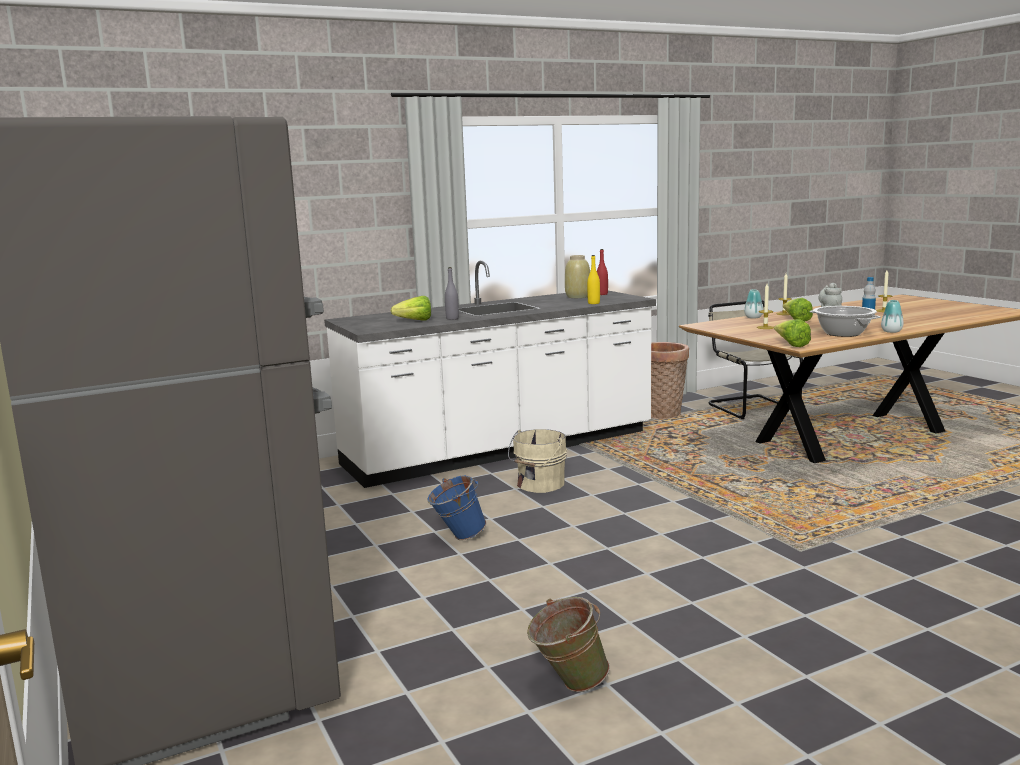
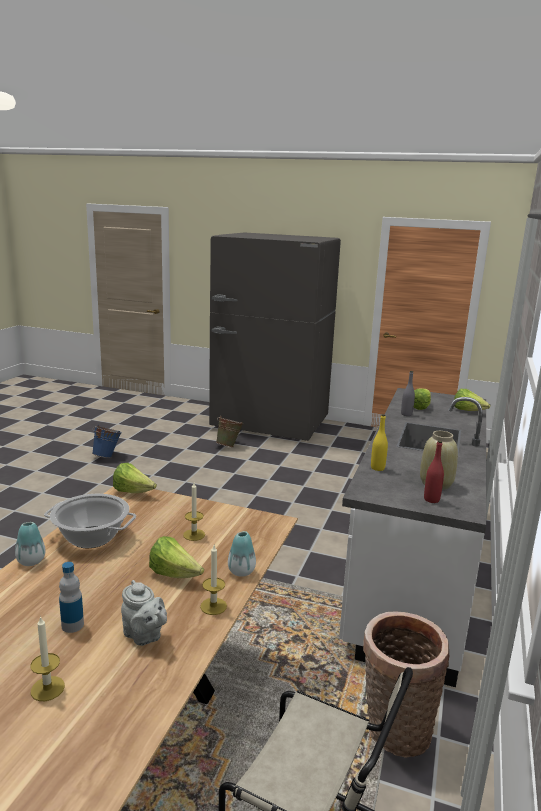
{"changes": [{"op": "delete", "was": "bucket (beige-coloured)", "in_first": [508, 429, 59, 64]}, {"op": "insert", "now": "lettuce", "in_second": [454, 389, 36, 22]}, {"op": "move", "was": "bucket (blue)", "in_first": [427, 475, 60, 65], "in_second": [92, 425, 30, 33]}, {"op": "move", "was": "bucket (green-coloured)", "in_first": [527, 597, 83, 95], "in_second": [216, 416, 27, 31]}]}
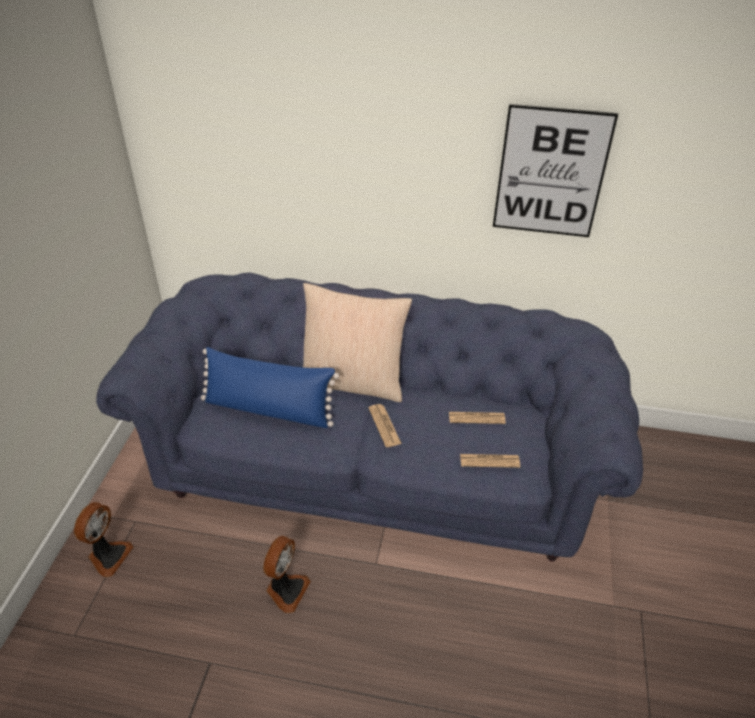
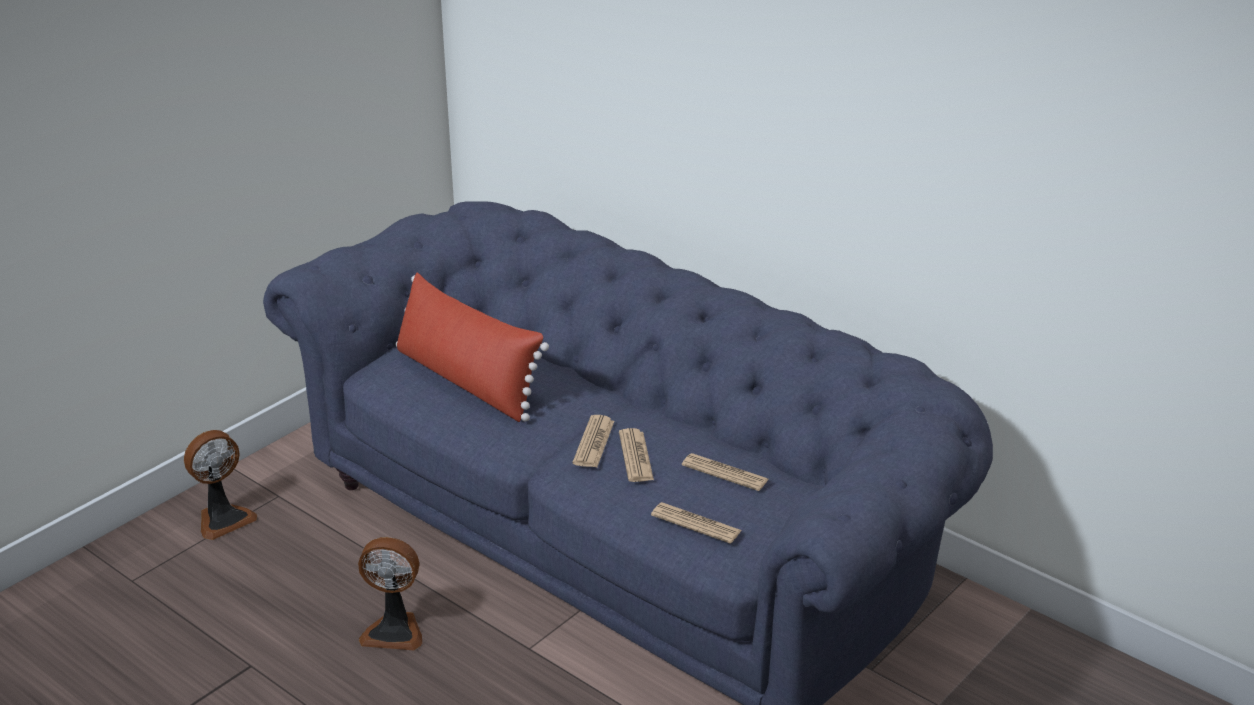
{"changes": [{"op": "delete", "was": "cushion (beige-coloured)", "in_first": [303, 283, 109, 119]}, {"op": "delete", "was": "wall picture", "in_first": [493, 104, 125, 133]}, {"op": "insert", "now": "daily paper", "in_second": [619, 428, 35, 54]}, {"op": "recolor", "was": "cushion (blue)", "now": "cushion (red-coloured)", "in_first": [201, 347, 138, 81], "in_second": [395, 273, 154, 149]}, {"op": "rotate", "was": "fan", "in_first": [263, 536, 48, 77], "in_second": [358, 537, 64, 113], "clockwise": 45}]}
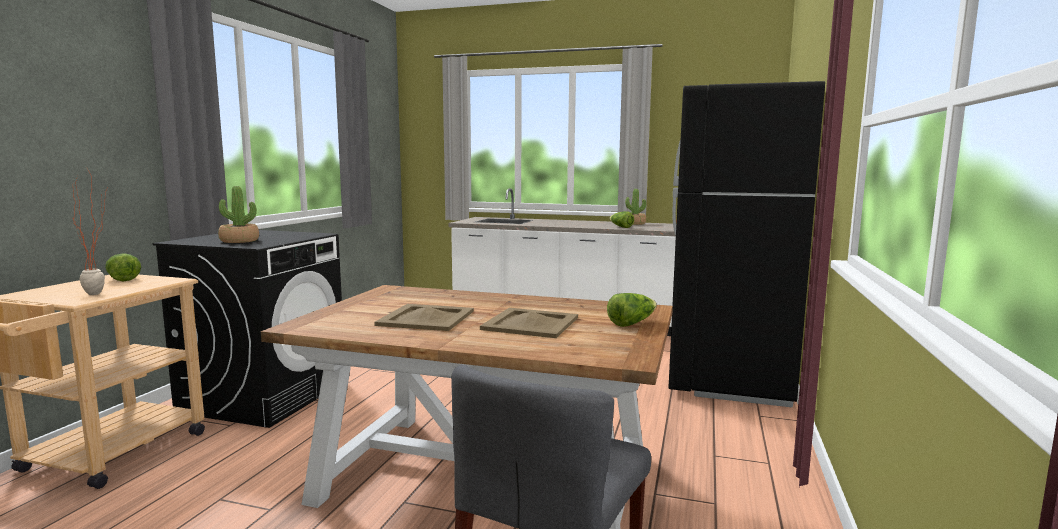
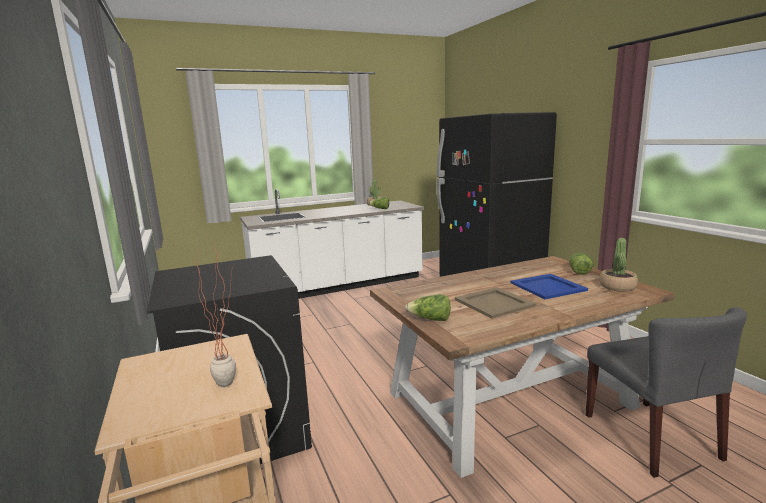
{"changes": [{"op": "move", "was": "lettuce", "in_first": [105, 253, 36, 28], "in_second": [405, 295, 46, 26]}, {"op": "move", "was": "houseplant", "in_first": [218, 186, 41, 57], "in_second": [600, 238, 38, 54]}, {"op": "recolor", "was": "serving tray (beige-coloured)", "now": "serving tray (blue)", "in_first": [480, 308, 98, 30], "in_second": [510, 274, 78, 25]}]}
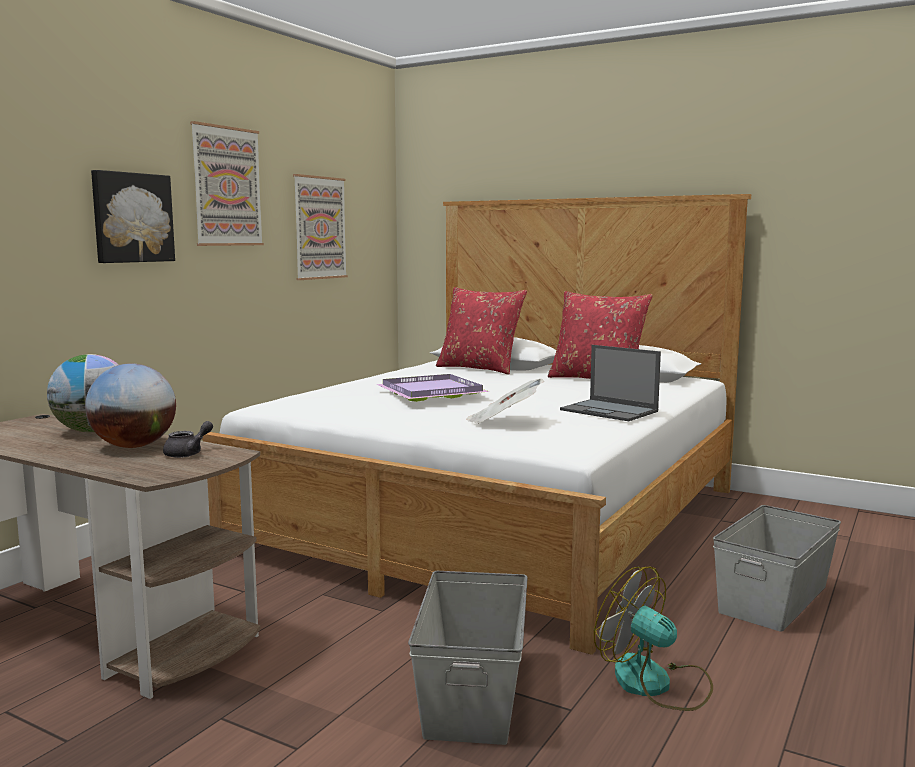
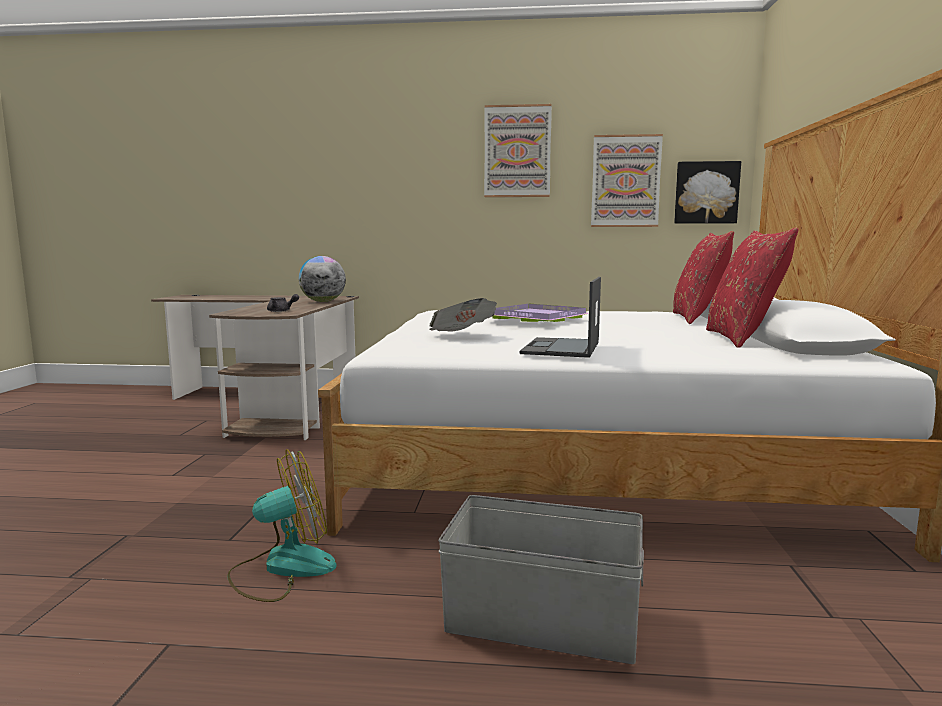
{"changes": [{"op": "delete", "was": "globe", "in_first": [85, 364, 91, 84]}, {"op": "delete", "was": "storage box (greyish)", "in_first": [408, 571, 119, 174]}, {"op": "move", "was": "wall picture", "in_first": [91, 170, 84, 93], "in_second": [674, 161, 67, 63]}, {"op": "rotate", "was": "fan", "in_first": [594, 566, 119, 145], "in_second": [227, 449, 109, 153], "clockwise": 45}]}
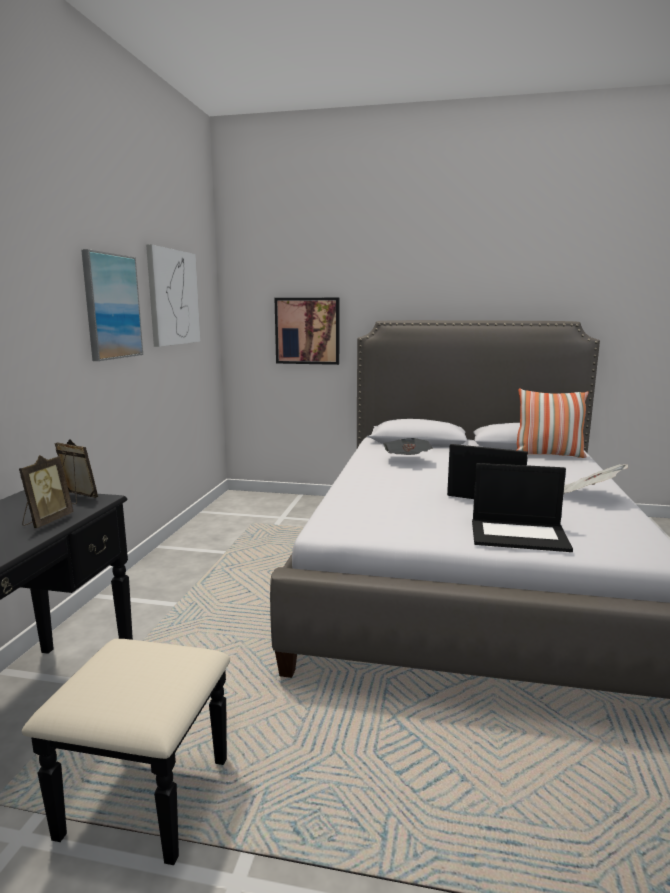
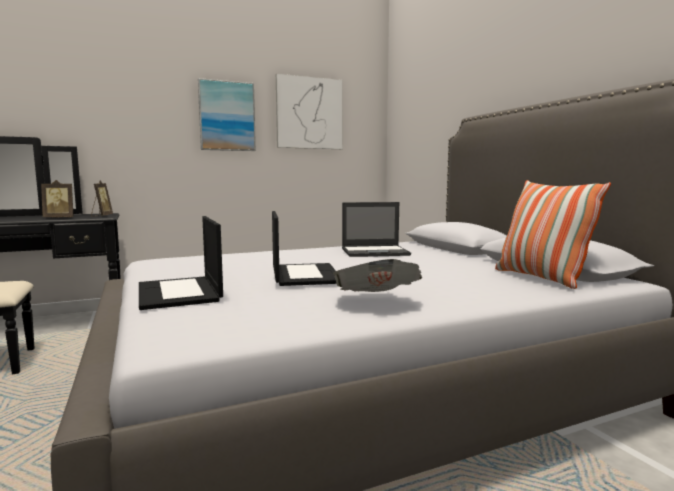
{"changes": [{"op": "delete", "was": "wall picture", "in_first": [275, 298, 64, 67]}, {"op": "replace", "was": "daily paper", "now": "notebook computer", "in_first": [383, 438, 50, 17], "in_second": [342, 202, 69, 55]}]}
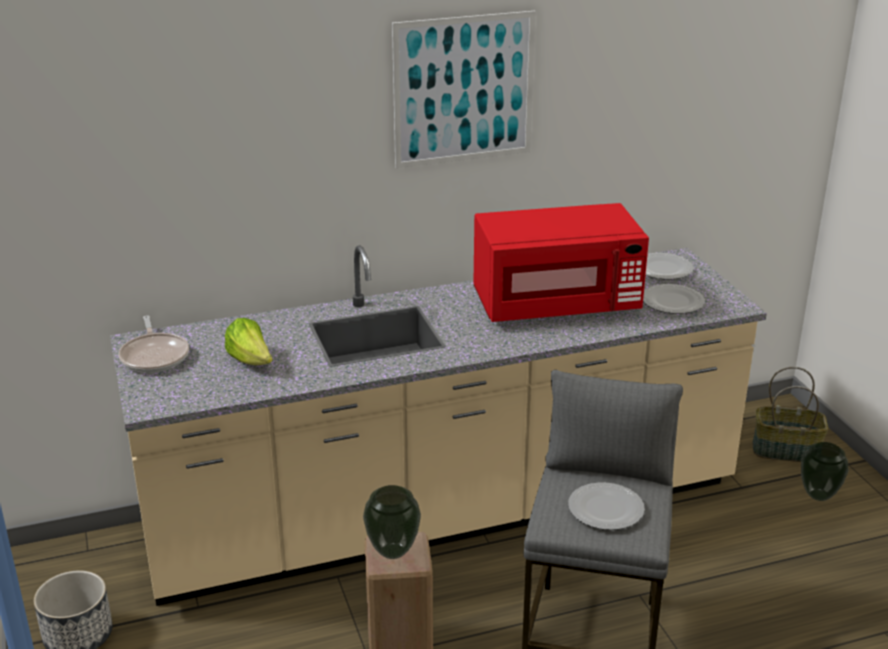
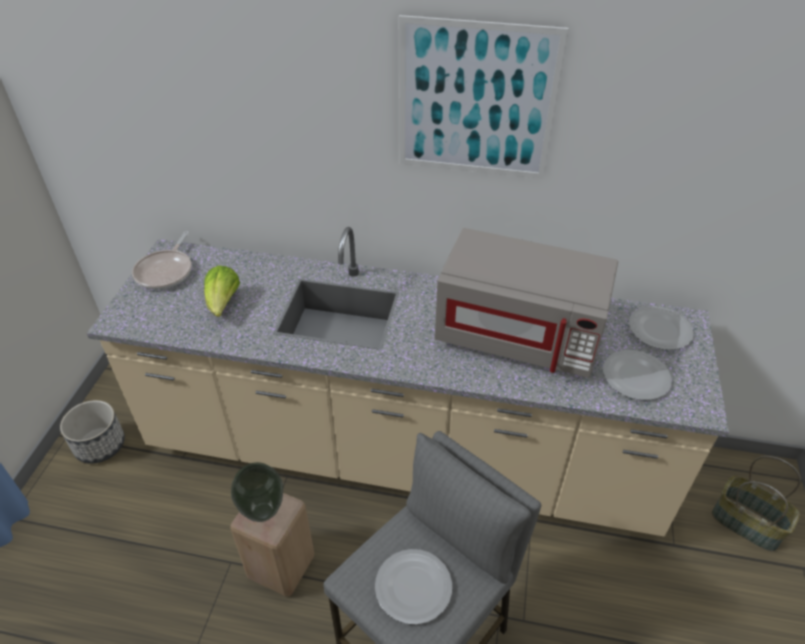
{"changes": [{"op": "delete", "was": "decorative vase", "in_first": [801, 442, 47, 59]}, {"op": "recolor", "was": "microwave (red-coloured)", "now": "microwave (greyish)", "in_first": [473, 203, 176, 119], "in_second": [435, 228, 183, 150]}]}
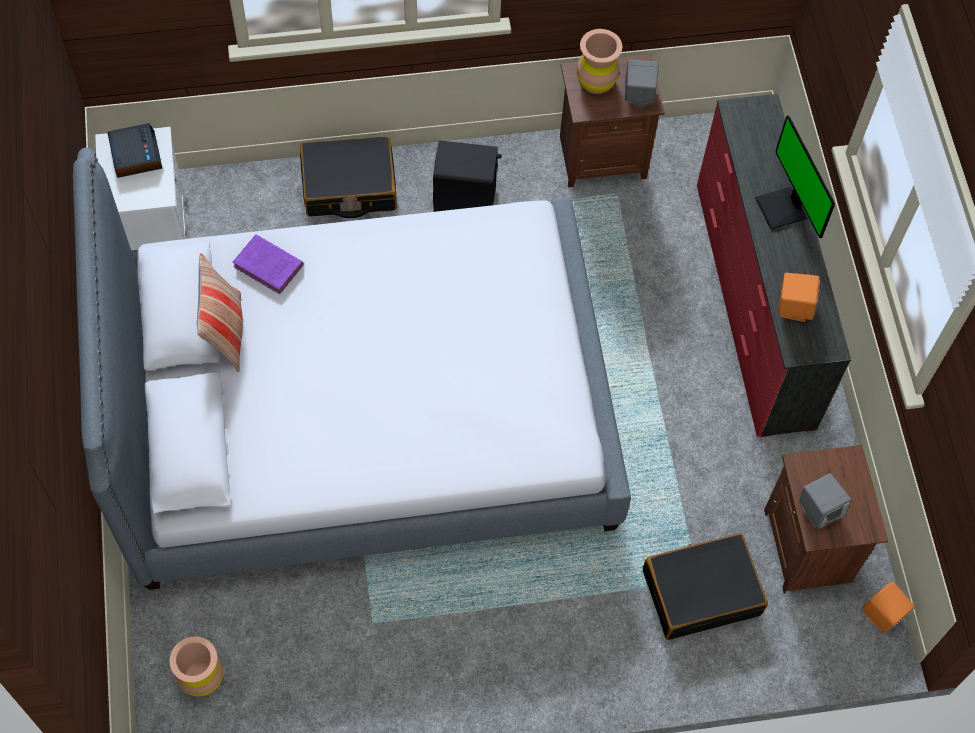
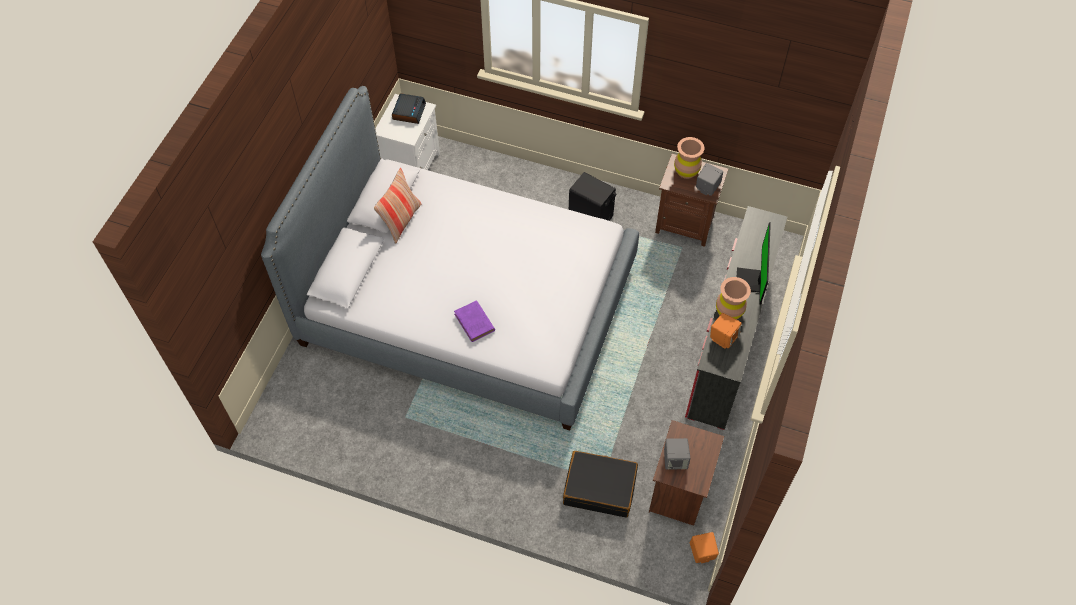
{"changes": [{"op": "delete", "was": "piece of luggage (black-coloured)", "in_first": [300, 136, 97, 82]}, {"op": "move", "was": "decorative vase (brown-coloured)", "in_first": [170, 637, 54, 60], "in_second": [716, 277, 35, 43]}, {"op": "move", "was": "bound book (purple-coloured)", "in_first": [232, 234, 71, 60], "in_second": [454, 301, 41, 41]}]}
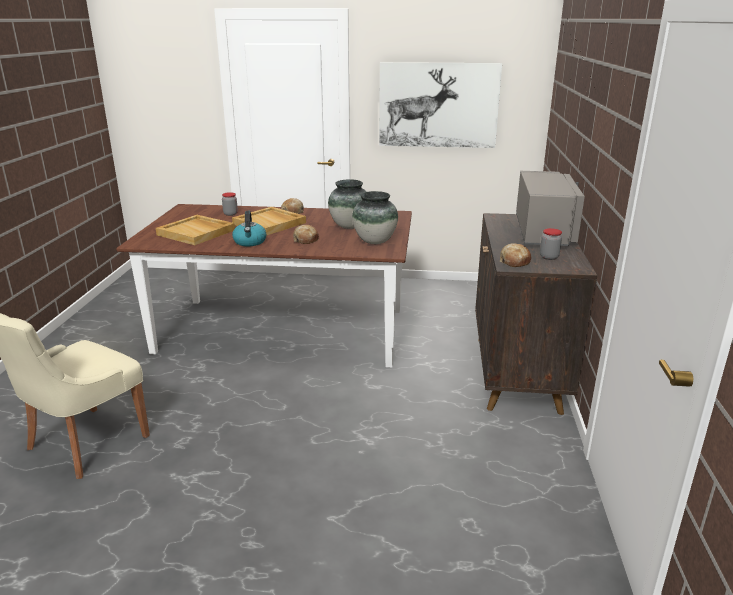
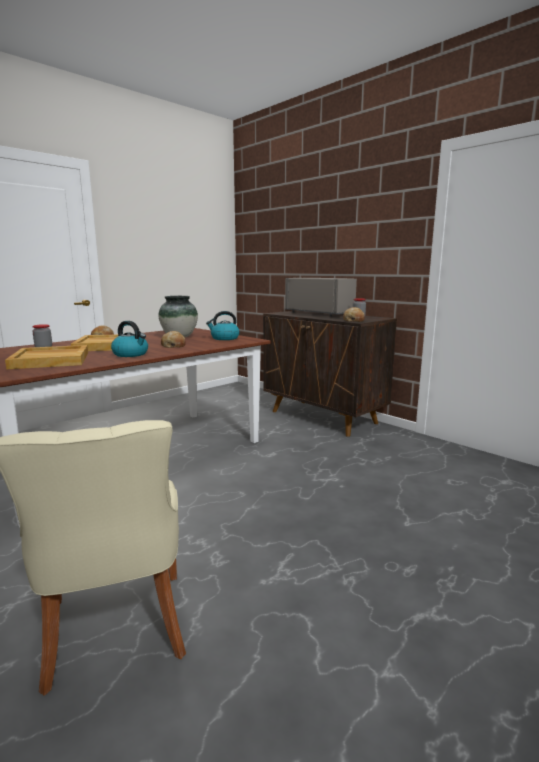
{"changes": [{"op": "delete", "was": "wall picture", "in_first": [379, 62, 123, 86]}, {"op": "replace", "was": "decorative vase", "now": "water kettle", "in_first": [352, 191, 46, 53], "in_second": [206, 311, 34, 29]}]}
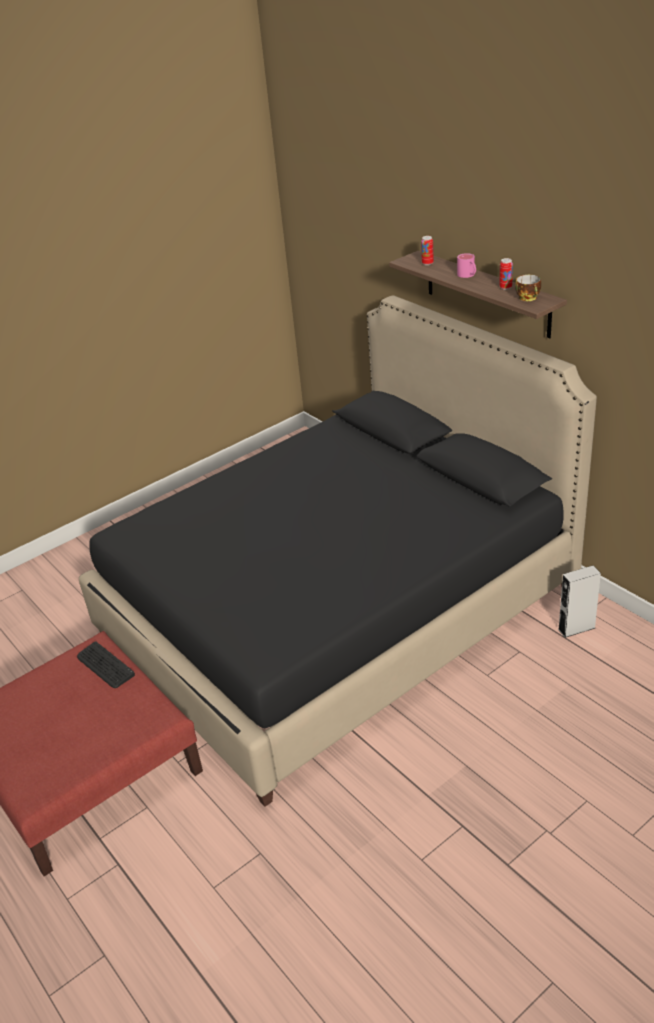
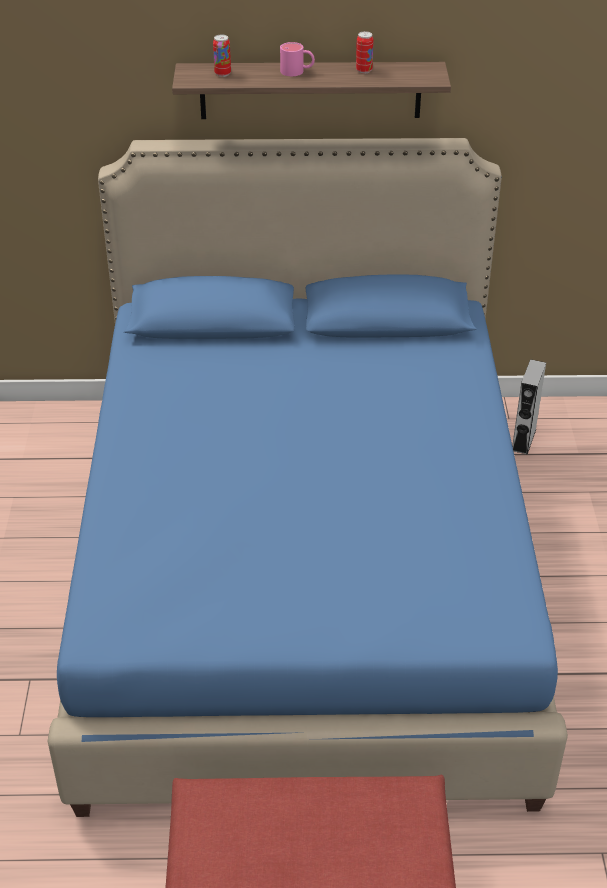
{"changes": [{"op": "delete", "was": "keyboard", "in_first": [77, 641, 58, 47]}, {"op": "delete", "was": "cup", "in_first": [515, 275, 26, 26]}, {"op": "recolor", "was": "bedroom bed (black-coloured)", "now": "bedroom bed (blue)", "in_first": [79, 295, 518, 512], "in_second": [47, 138, 521, 679]}]}
